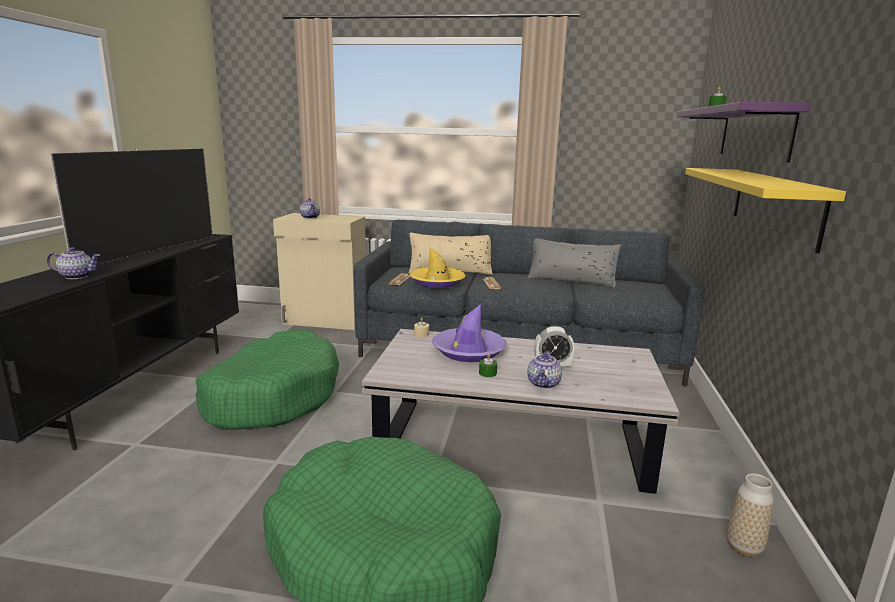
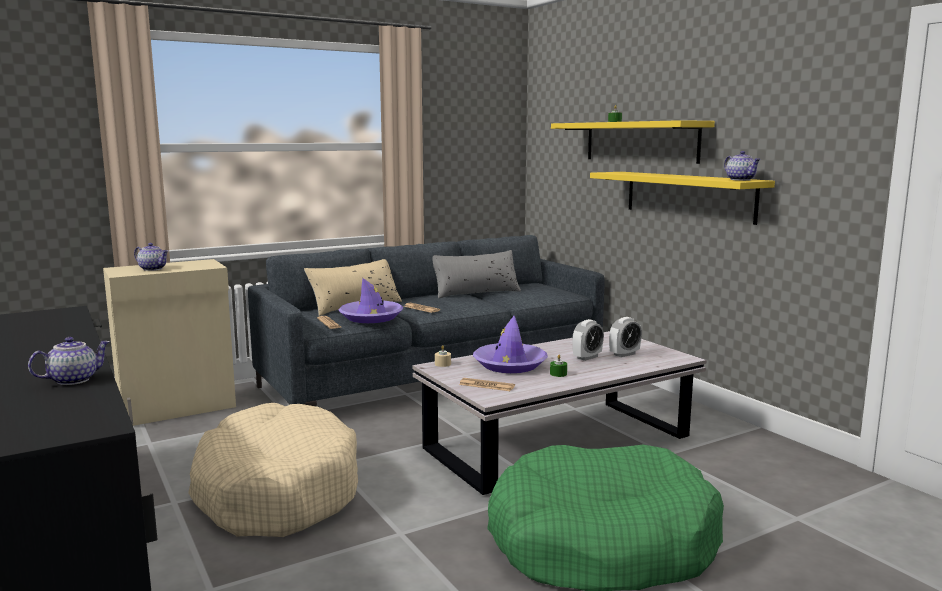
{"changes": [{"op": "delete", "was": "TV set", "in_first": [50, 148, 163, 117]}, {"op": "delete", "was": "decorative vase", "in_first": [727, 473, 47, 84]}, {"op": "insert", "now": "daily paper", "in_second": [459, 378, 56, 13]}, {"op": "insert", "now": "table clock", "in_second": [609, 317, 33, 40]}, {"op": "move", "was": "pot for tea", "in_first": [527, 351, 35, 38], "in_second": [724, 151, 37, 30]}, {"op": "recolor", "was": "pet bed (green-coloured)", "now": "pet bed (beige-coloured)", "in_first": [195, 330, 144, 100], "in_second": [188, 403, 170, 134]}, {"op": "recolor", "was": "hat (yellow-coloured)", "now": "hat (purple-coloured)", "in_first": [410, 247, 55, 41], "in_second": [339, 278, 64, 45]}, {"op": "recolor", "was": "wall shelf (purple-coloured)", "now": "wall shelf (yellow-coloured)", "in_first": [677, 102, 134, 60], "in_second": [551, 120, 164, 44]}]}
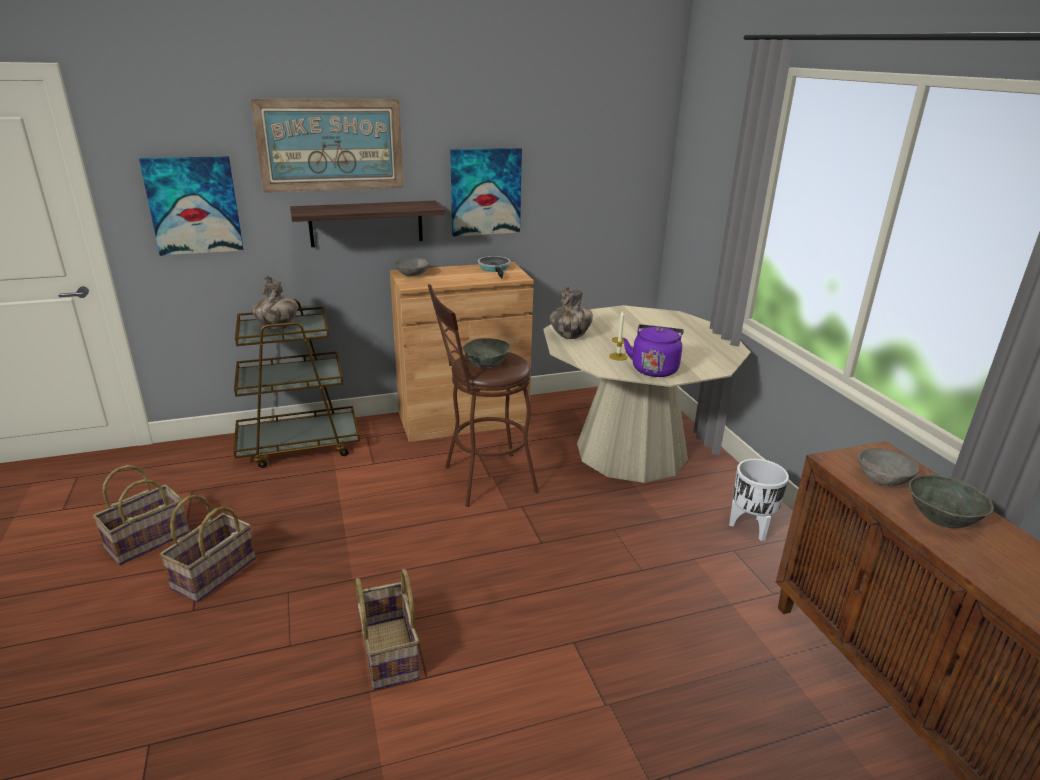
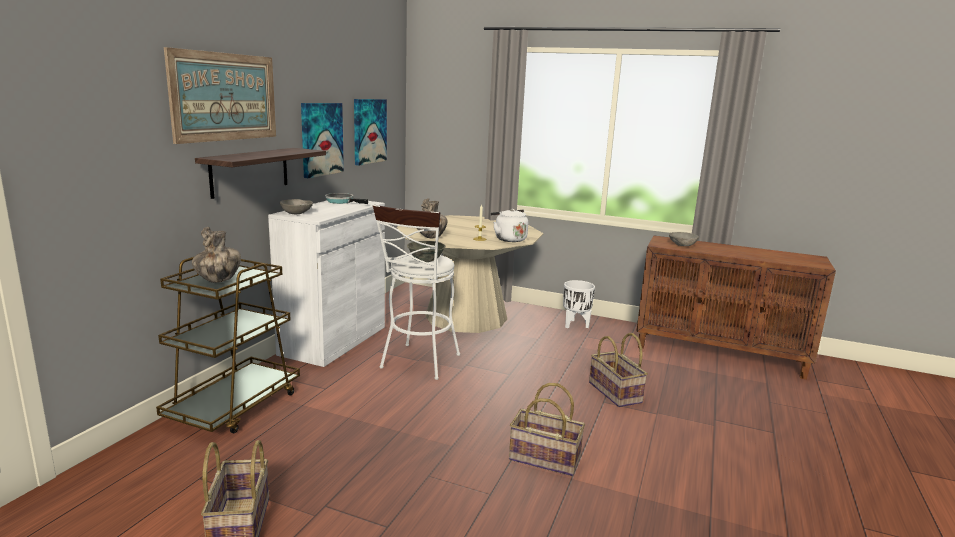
{"changes": [{"op": "delete", "was": "serving bowl (greyish)", "in_first": [909, 475, 85, 53]}, {"op": "move", "was": "wall picture", "in_first": [139, 156, 105, 100], "in_second": [354, 99, 33, 67]}, {"op": "move", "was": "household basket", "in_first": [160, 495, 96, 107], "in_second": [589, 333, 59, 74]}, {"op": "recolor", "was": "cabinet (brown-coloured)", "now": "cabinet (whitish)", "in_first": [390, 262, 144, 180], "in_second": [268, 201, 117, 166]}, {"op": "recolor", "was": "sitting stool (brown-coloured)", "now": "sitting stool (whitish)", "in_first": [428, 284, 111, 223], "in_second": [373, 205, 87, 175]}, {"op": "recolor", "was": "water kettle (purple-coloured)", "now": "water kettle (whitish)", "in_first": [624, 324, 60, 53], "in_second": [490, 209, 38, 33]}]}
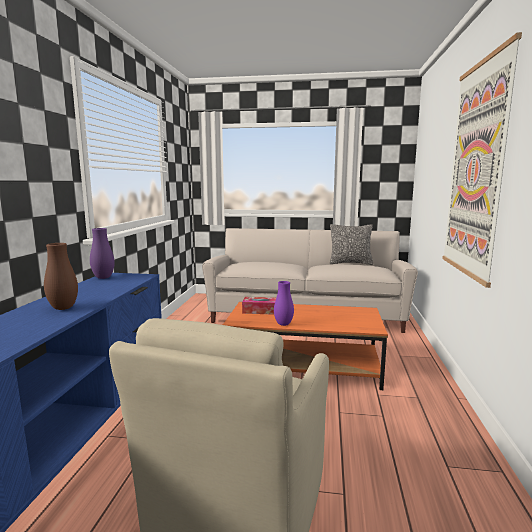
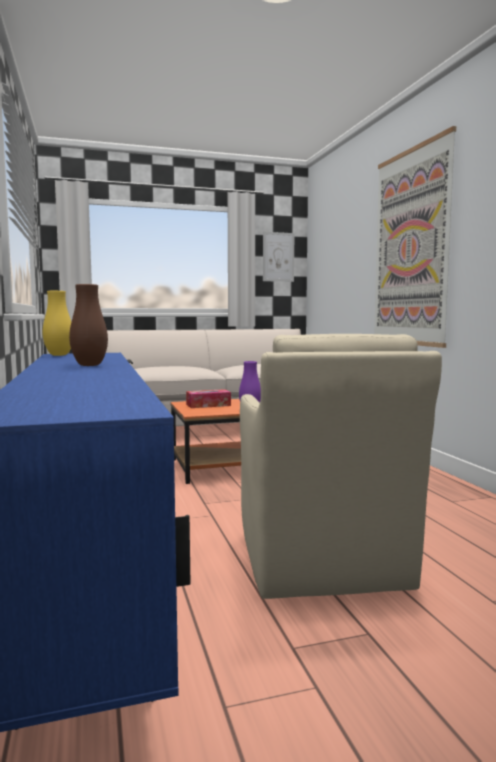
{"changes": [{"op": "delete", "was": "cushion", "in_first": [330, 224, 43, 41]}, {"op": "insert", "now": "wall picture", "in_second": [263, 232, 31, 50]}, {"op": "recolor", "was": "decorative vase (purple-coloured)", "now": "decorative vase (yellow-coloured)", "in_first": [90, 228, 25, 51], "in_second": [42, 291, 29, 65]}]}
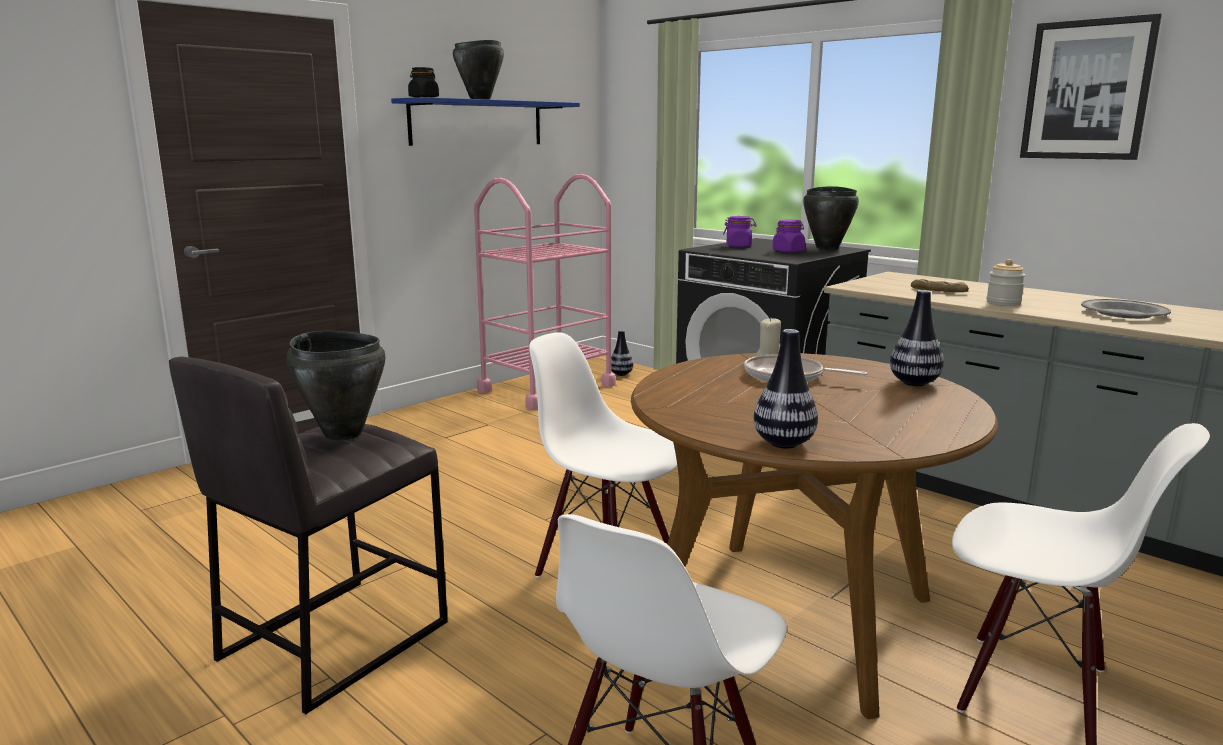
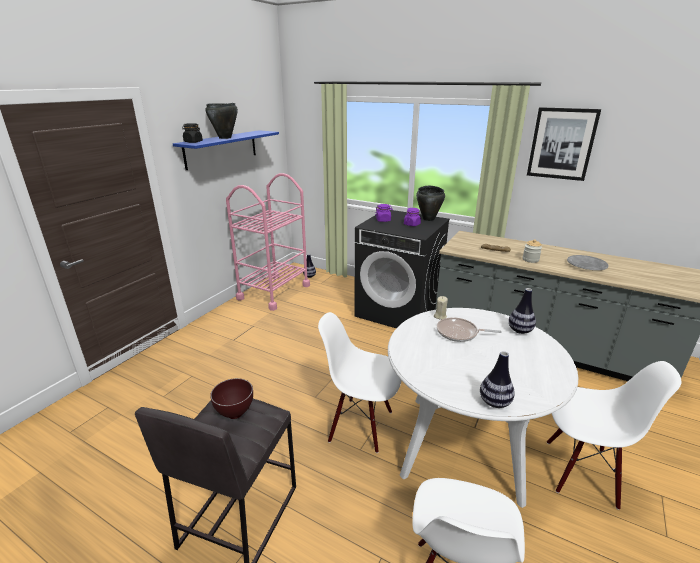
{"changes": [{"op": "replace", "was": "saucepot (black-coloured)", "now": "serving bowl (brown-coloured)", "in_first": [286, 331, 100, 110], "in_second": [210, 378, 43, 41]}, {"op": "recolor", "was": "dinner table (brown-coloured)", "now": "dinner table (whitish)", "in_first": [631, 353, 367, 366], "in_second": [388, 308, 190, 200]}]}
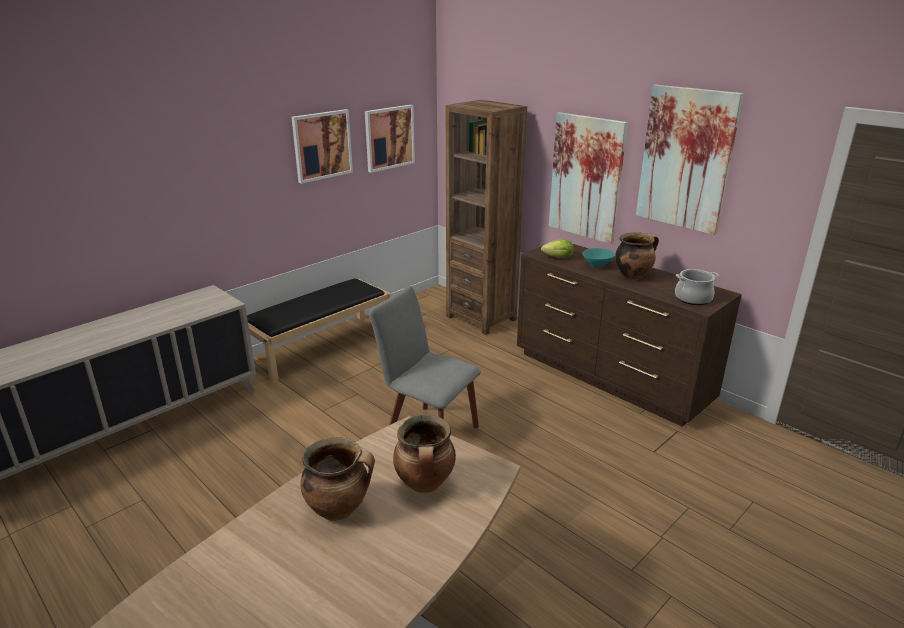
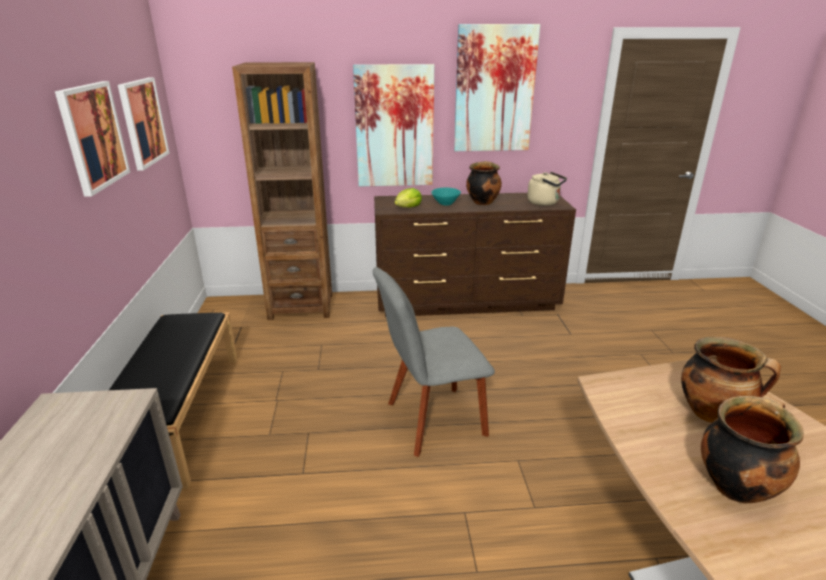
{"changes": [{"op": "replace", "was": "saucepot", "now": "water kettle (beige-coloured)", "in_first": [675, 269, 44, 36], "in_second": [527, 172, 40, 34]}]}
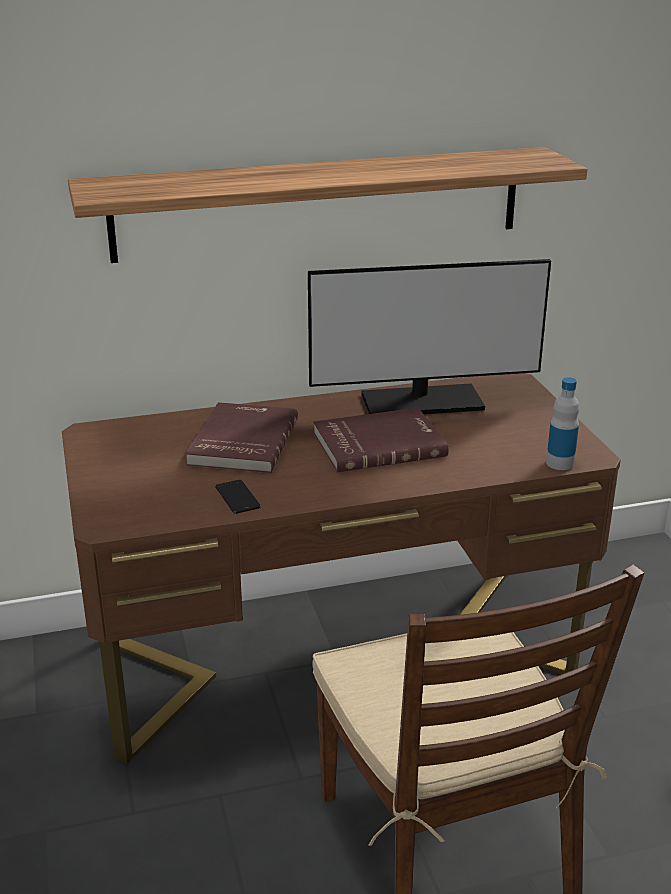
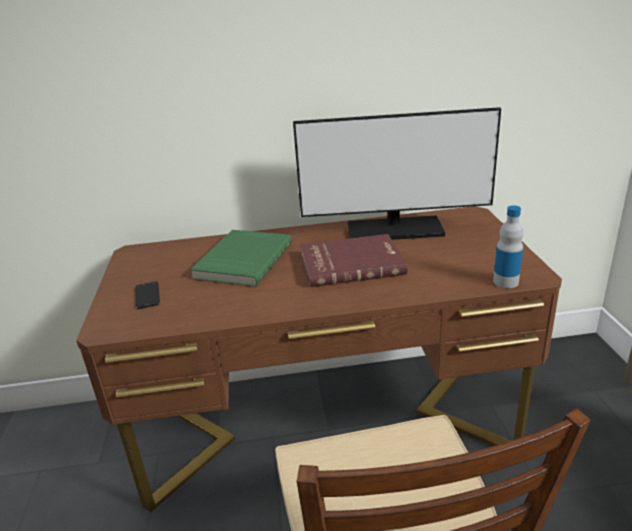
{"changes": [{"op": "delete", "was": "wall shelf", "in_first": [68, 147, 519, 116]}, {"op": "move", "was": "telephone", "in_first": [215, 480, 46, 34], "in_second": [135, 281, 25, 28]}, {"op": "recolor", "was": "bound book (red-coloured)", "now": "bound book (green-coloured)", "in_first": [185, 402, 113, 71], "in_second": [190, 230, 102, 57]}]}
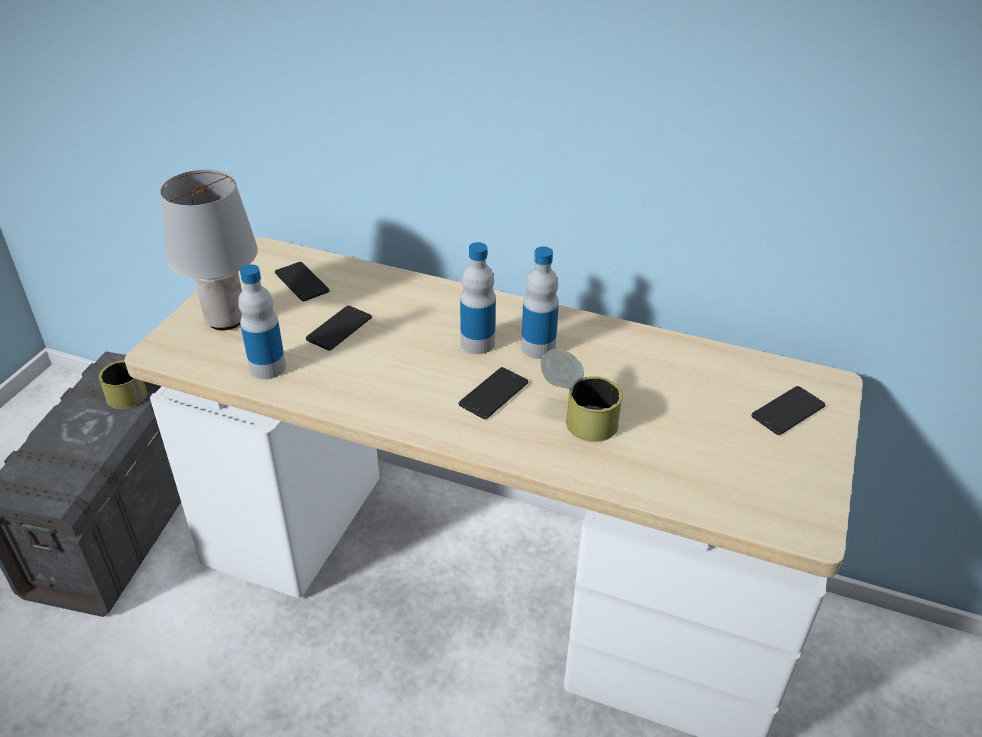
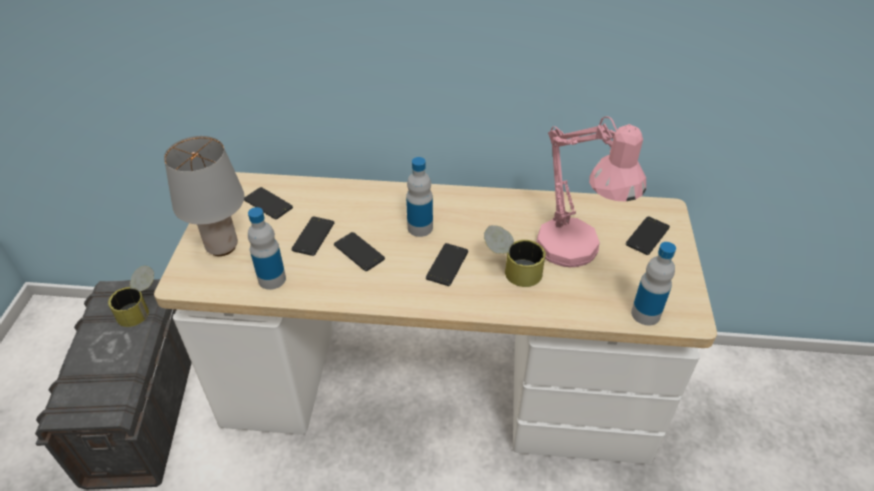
{"changes": [{"op": "insert", "now": "telephone", "in_second": [334, 232, 51, 39]}, {"op": "insert", "now": "tabletop lamp (pinkish)", "in_second": [536, 116, 110, 152]}, {"op": "move", "was": "drink bottle", "in_first": [521, 246, 38, 113], "in_second": [631, 242, 45, 83]}]}
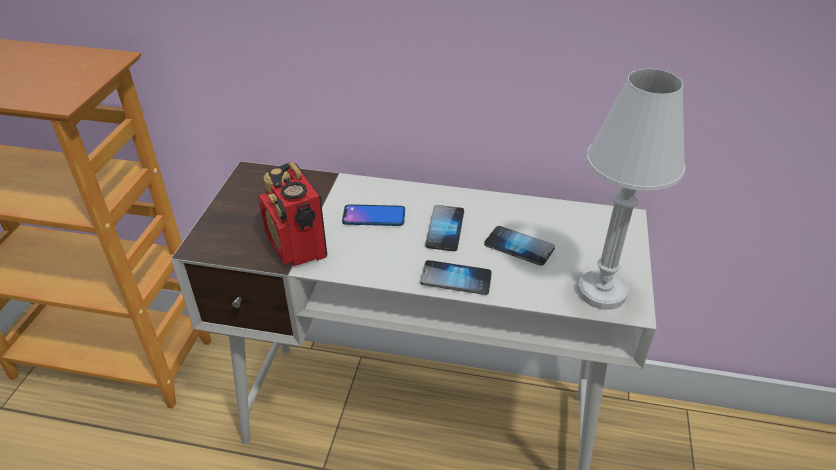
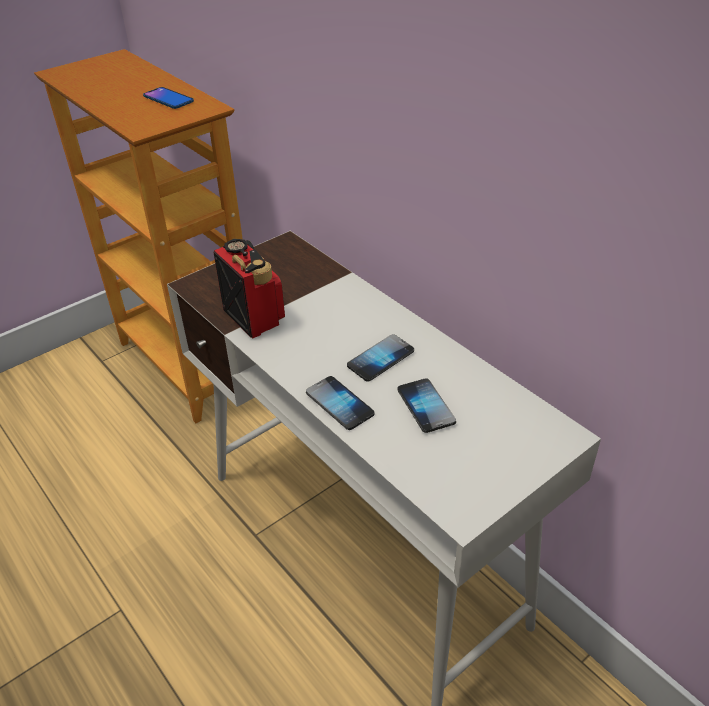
{"changes": [{"op": "delete", "was": "tabletop lamp (whitish)", "in_first": [578, 69, 108, 241]}, {"op": "move", "was": "telephone", "in_first": [342, 204, 63, 22], "in_second": [143, 87, 51, 22]}, {"op": "rotate", "was": "radio receiver", "in_first": [258, 162, 69, 104], "in_second": [213, 239, 72, 99], "clockwise": 135}]}
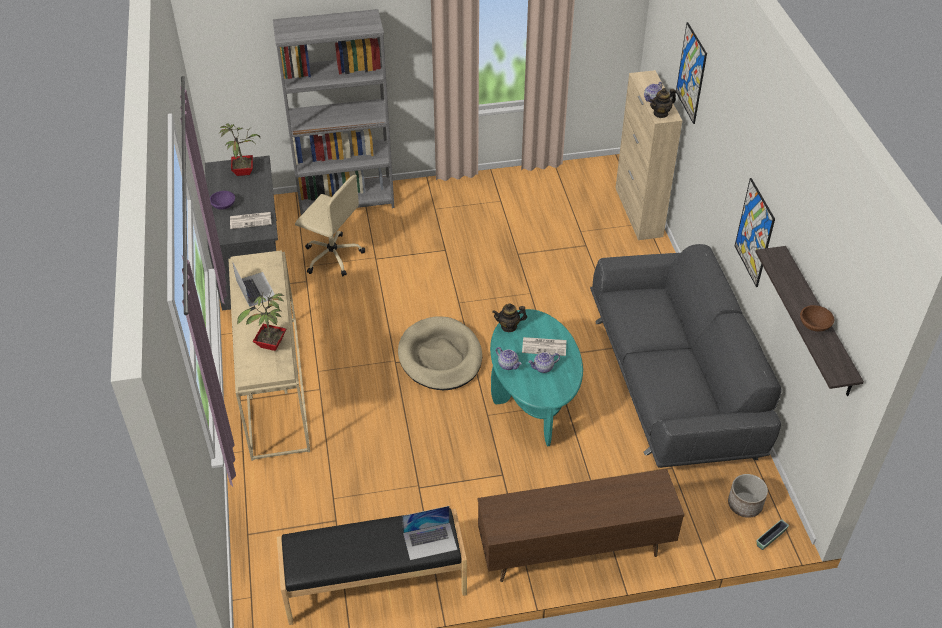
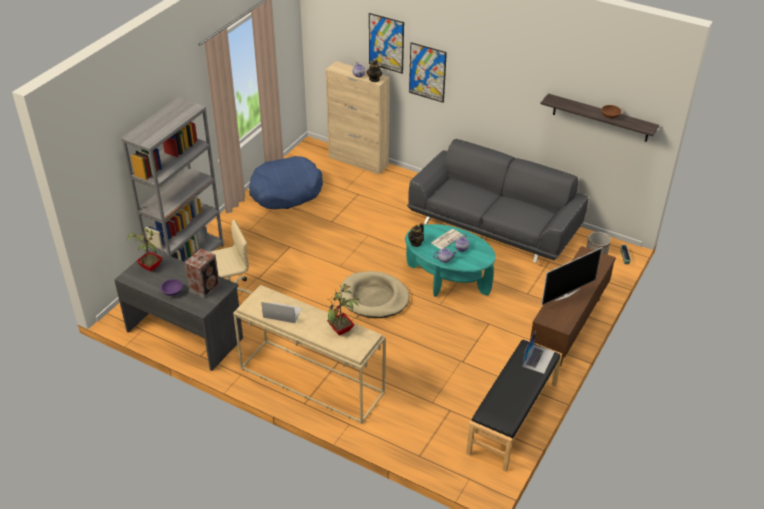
{"changes": [{"op": "insert", "now": "pet bed (blue)", "in_second": [249, 156, 74, 53]}, {"op": "insert", "now": "TV set", "in_second": [541, 247, 61, 58]}, {"op": "move", "was": "wall picture", "in_first": [735, 178, 40, 109], "in_second": [409, 42, 38, 61]}, {"op": "replace", "was": "daily paper", "now": "audio speaker", "in_first": [230, 212, 41, 17], "in_second": [185, 248, 35, 50]}]}
